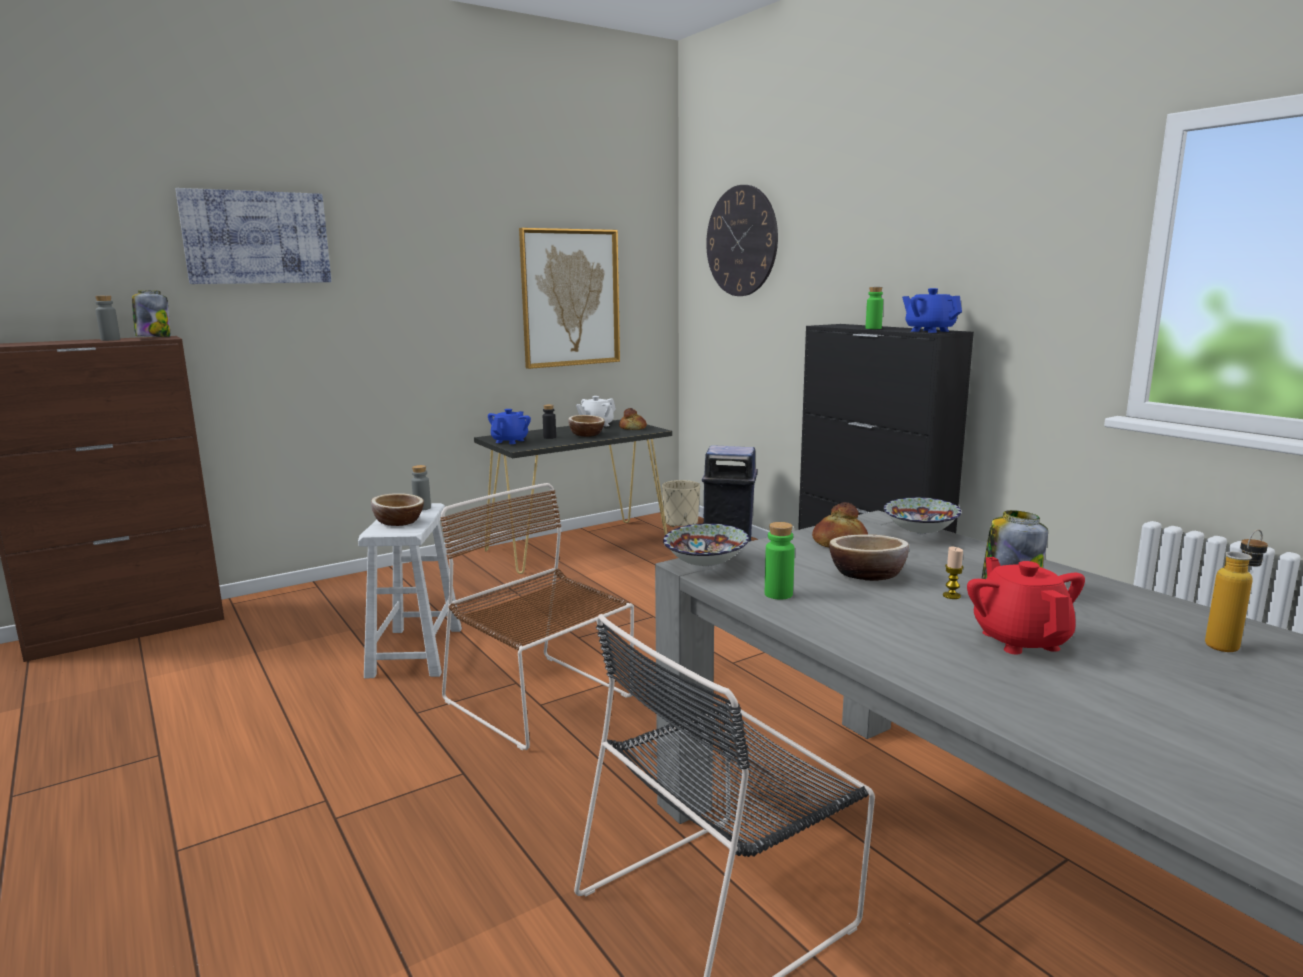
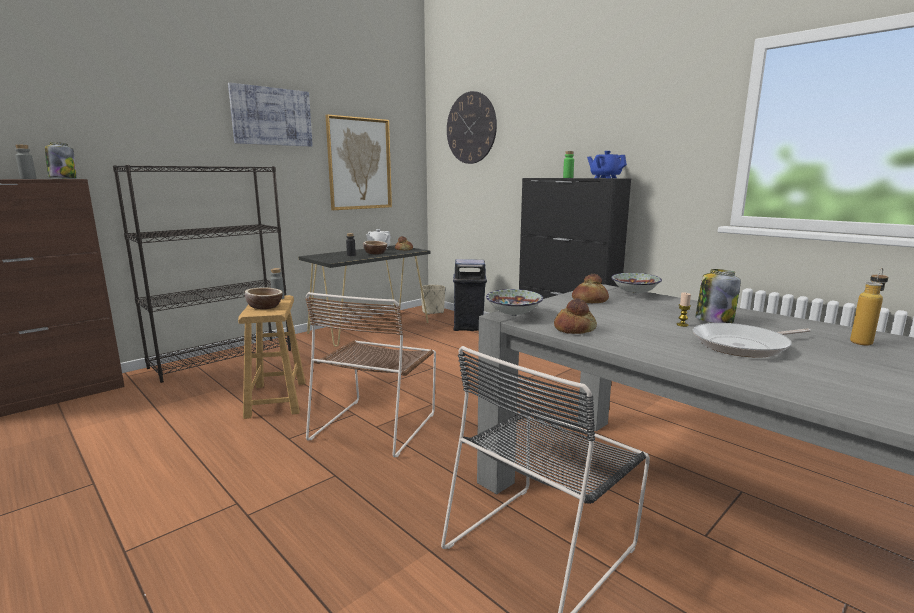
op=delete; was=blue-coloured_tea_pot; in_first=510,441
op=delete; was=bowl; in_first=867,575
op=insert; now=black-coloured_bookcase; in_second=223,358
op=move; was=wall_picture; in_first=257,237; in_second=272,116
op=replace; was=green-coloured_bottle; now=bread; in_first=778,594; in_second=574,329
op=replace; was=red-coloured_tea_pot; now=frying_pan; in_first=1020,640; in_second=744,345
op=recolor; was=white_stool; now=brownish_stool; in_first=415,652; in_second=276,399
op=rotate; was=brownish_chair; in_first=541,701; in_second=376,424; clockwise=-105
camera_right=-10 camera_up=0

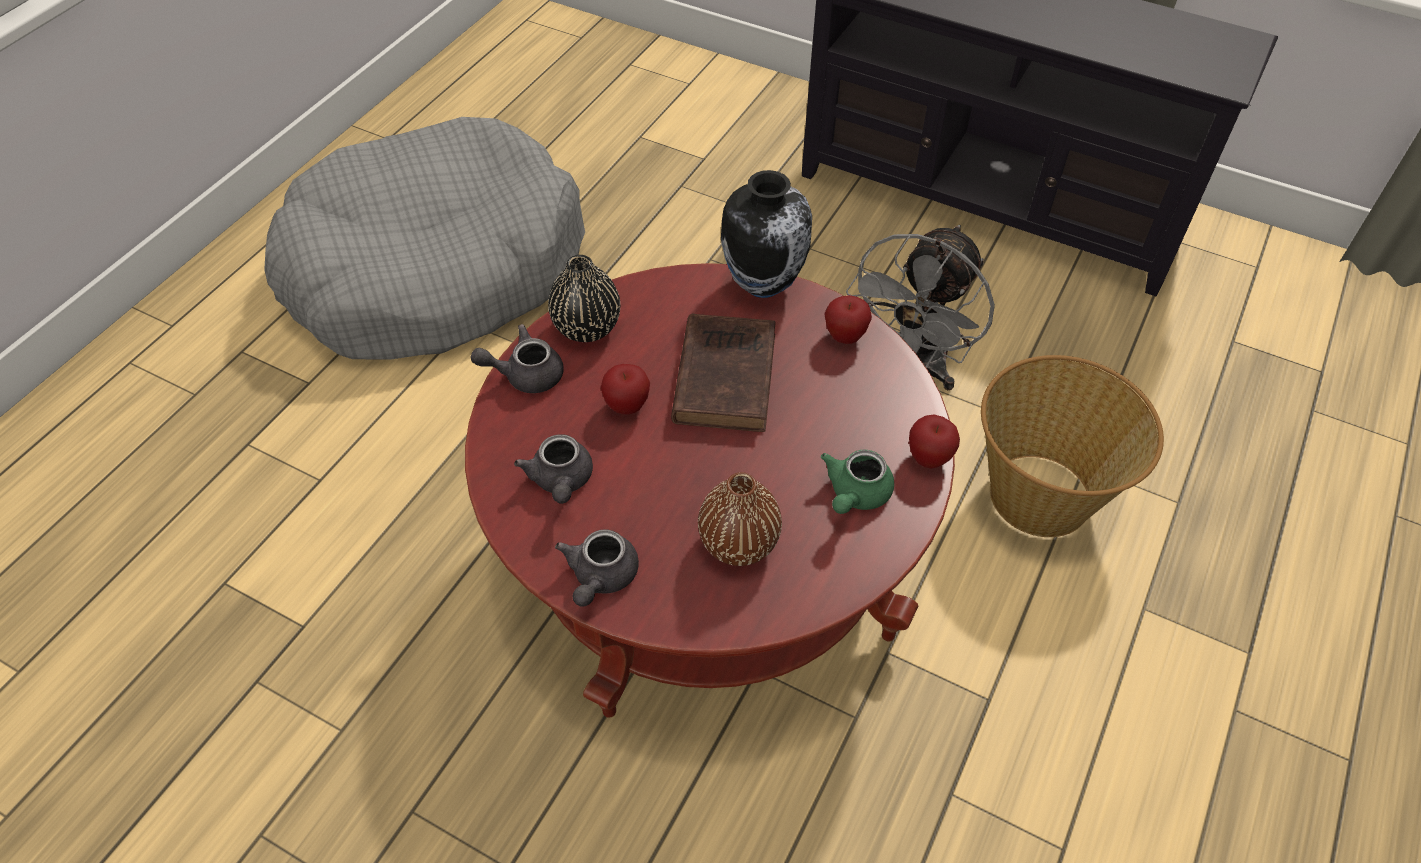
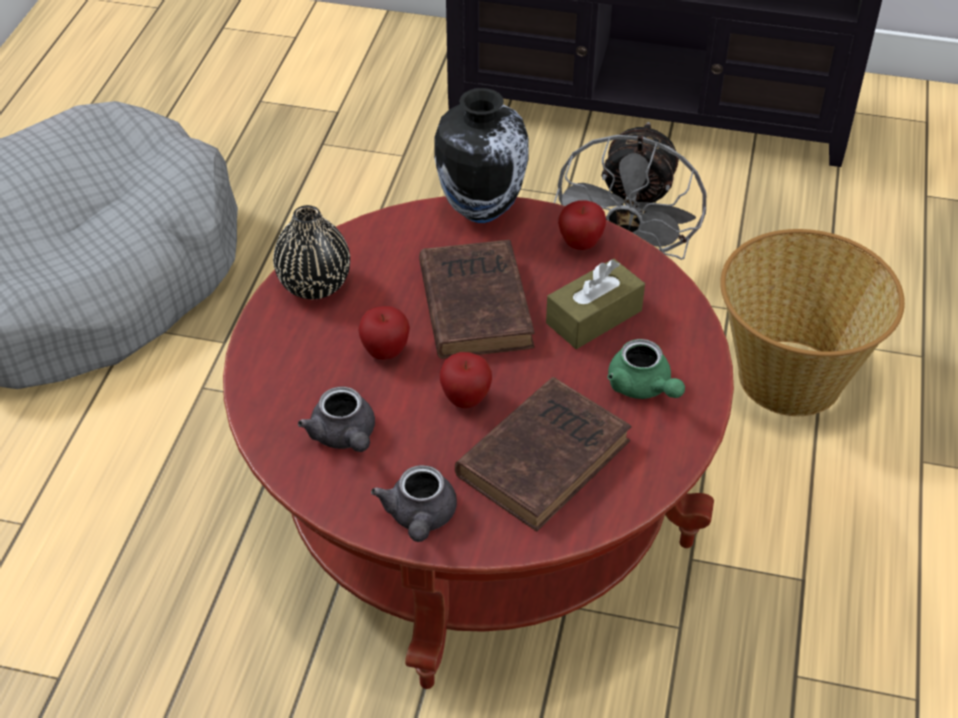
op=delete; was=greyish_tea_pot; in_first=525,375
op=insert; now=brownish_tissue_holder; in_second=594,317
op=move; was=whole_apple; in_first=928,458; in_second=466,399
op=replace; was=brownish_vase; now=brownish_volume; in_first=739,543; in_second=546,456
op=rotate; was=green-coloured_tea_pot; in_first=855,494; in_second=643,387; clockwise=-45
camera_right=-15 camera_up=-5

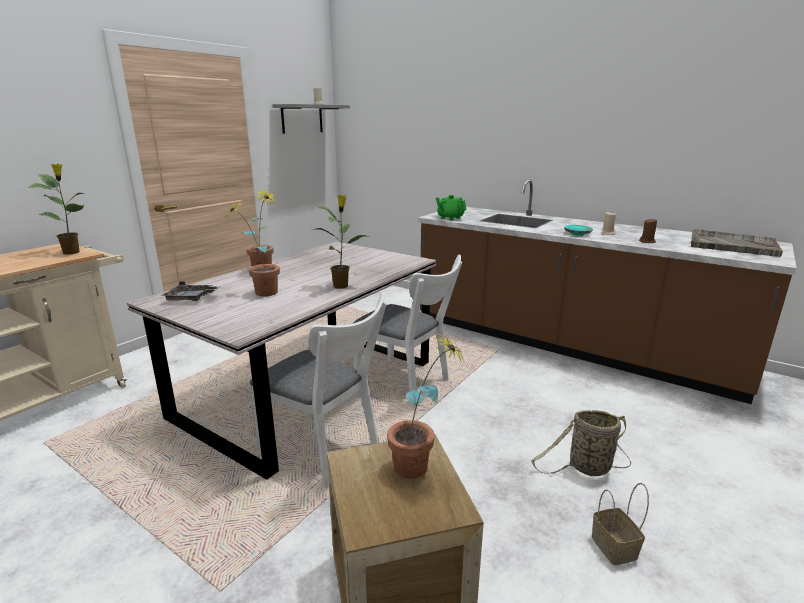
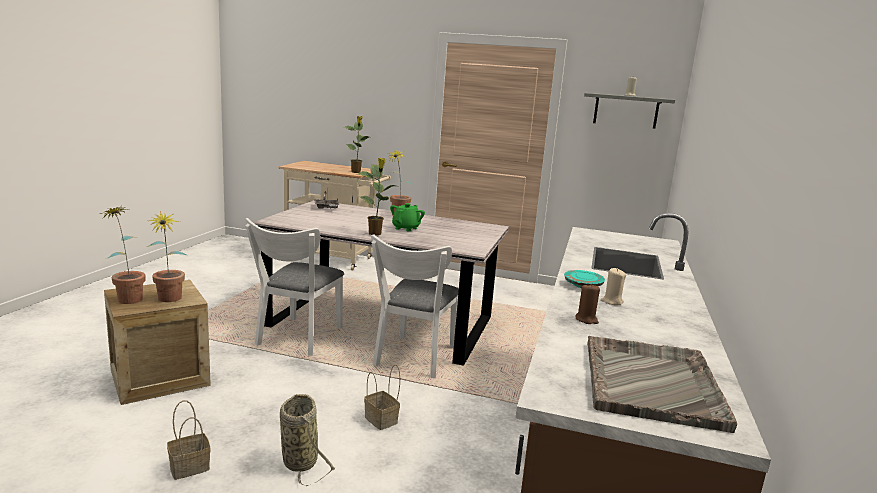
op=insert; now=basket; in_second=382,420
op=move; was=potted_plant; in_first=259,293; in_second=127,297
op=move; was=green-coloured_tea_pot; in_first=450,218; in_second=406,228
camera_right=70 camera_up=-5

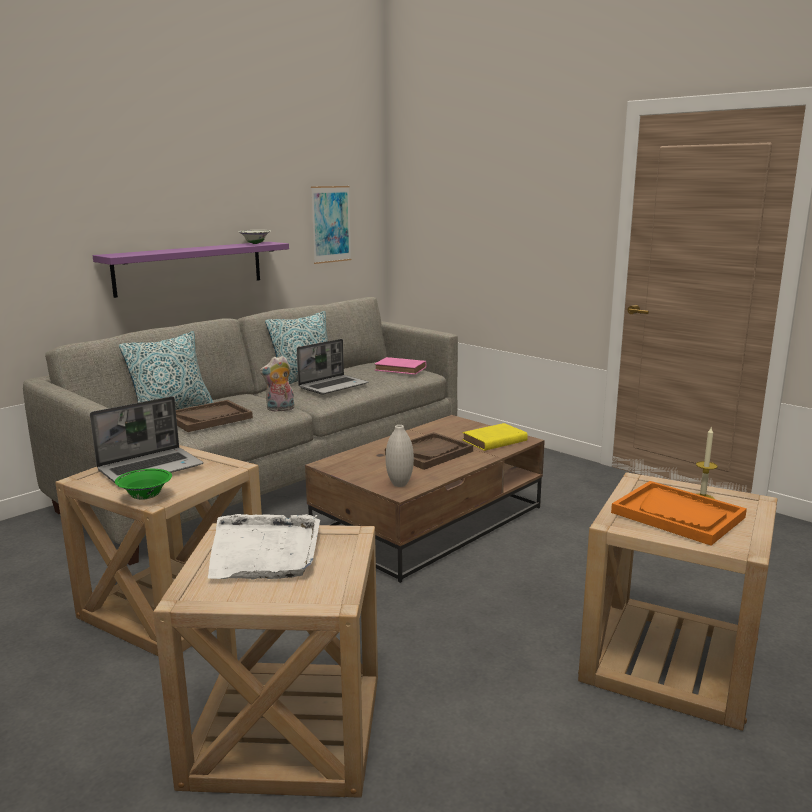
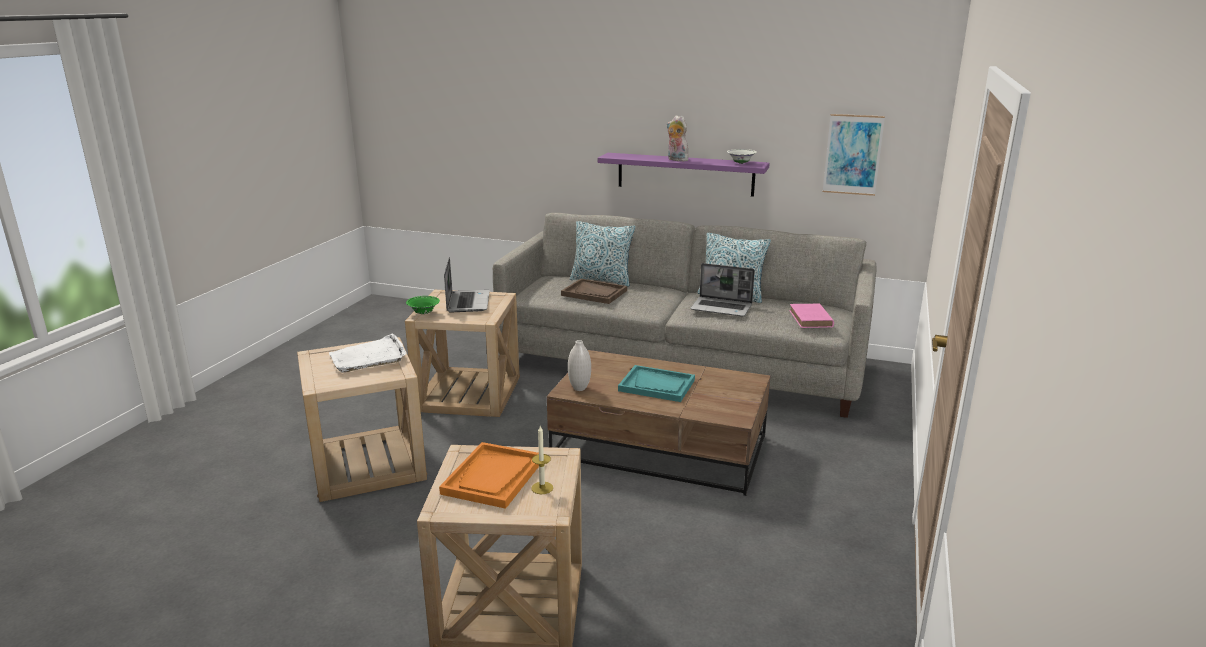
op=delete; was=yellow-coloured_volume; in_first=493,441
op=move; was=soft_toy; in_first=280,409; in_second=676,160
op=recolor; was=brownish_serving_tray; now=turquoise_serving_tray; in_first=429,453; in_second=657,385
op=rotate; was=notebook_computer; in_first=151,468; in_second=467,302; clockwise=-120
camera_right=65 camera_up=5

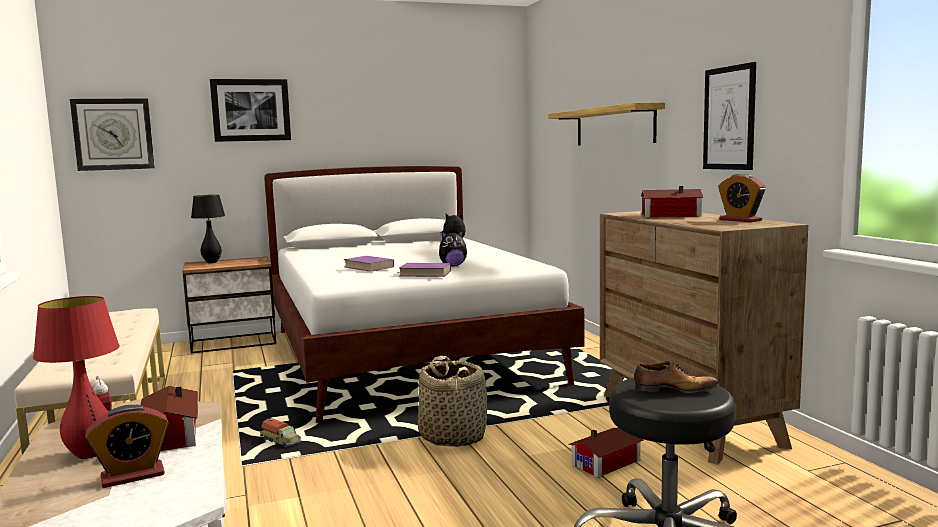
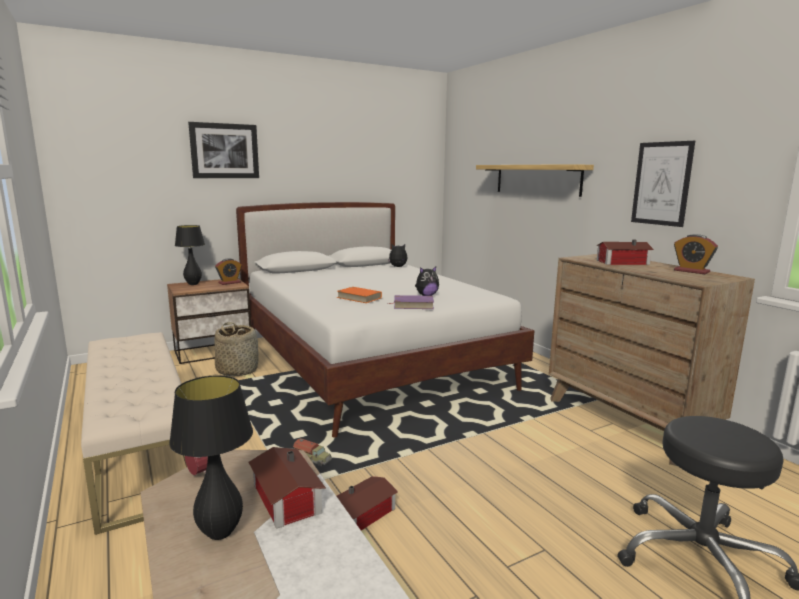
op=delete; was=clock_on_the_wall; in_first=113,134
op=delete; was=item_of_footwear; in_first=673,390
op=move; was=bedside_clock; in_first=132,476; in_second=229,283
op=move; was=basket; in_first=453,436; in_second=237,370
op=move; was=toy_house; in_first=608,462; in_second=365,514
op=recolor; was=red-coloured_tabletop_lamp; now=black-coloured_tabletop_lamp; in_first=89,454; in_second=220,533
op=recolor; was=purple-coloured_volume; now=orangey_volume; in_first=369,267; in_second=359,297
camera_right=-10 camera_up=5

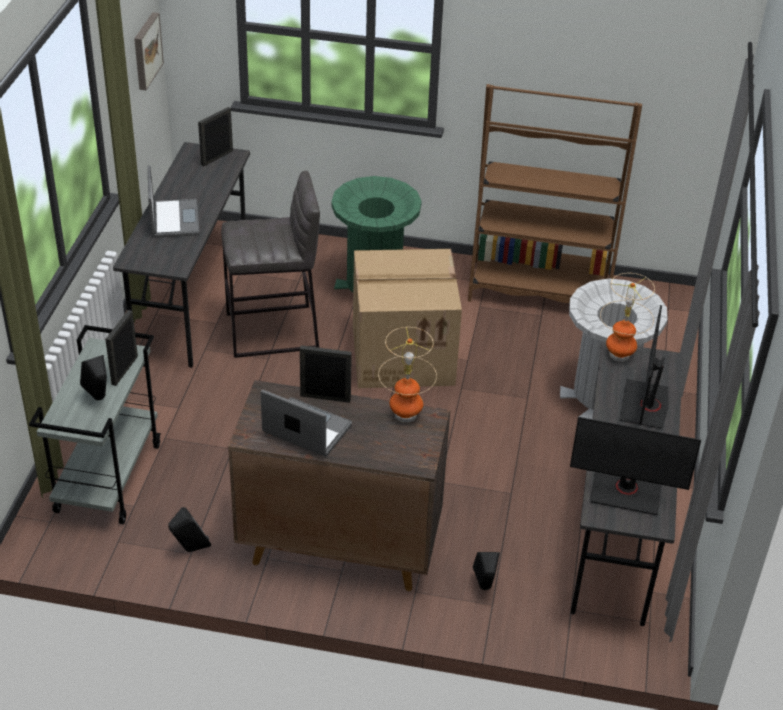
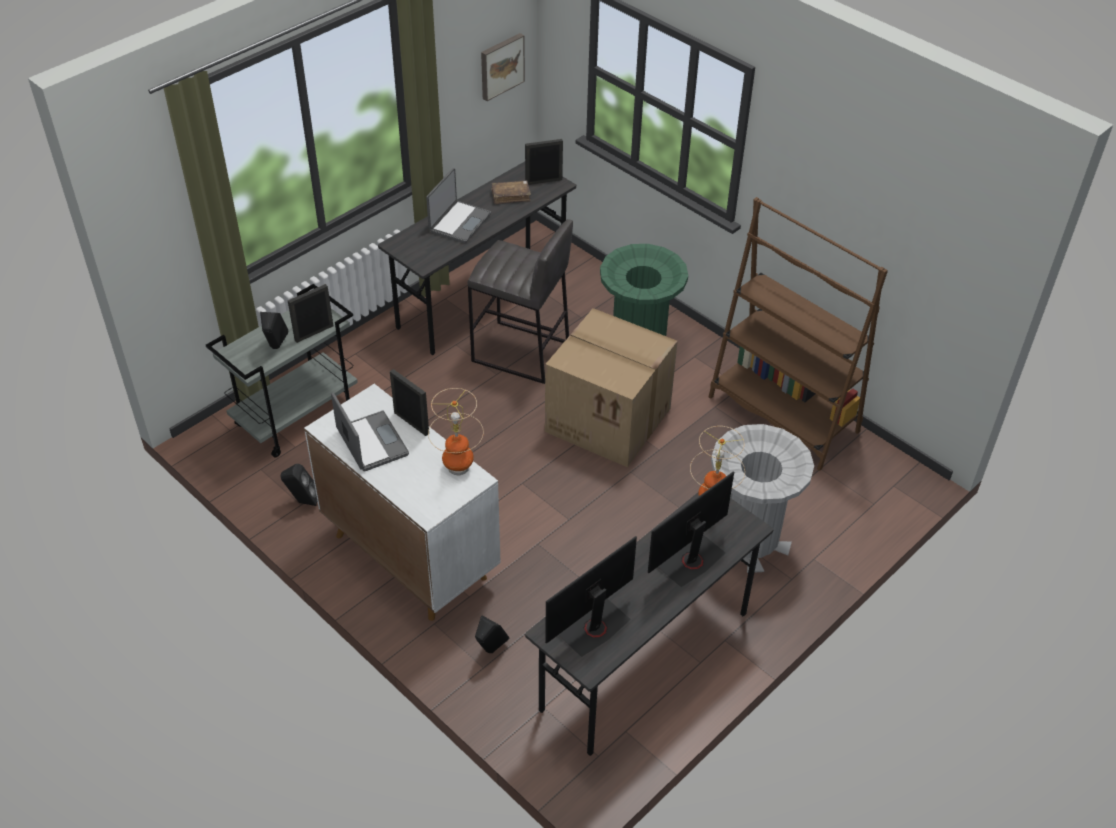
op=insert; now=brownish_volume; in_second=510,196
op=recolor; was=brownish_cupboard; now=white_cupboard; in_first=338,547; in_second=409,556
op=rotate; was=monitor; in_first=626,492; in_second=591,626; clockwise=90
camera_right=35 camera_up=5

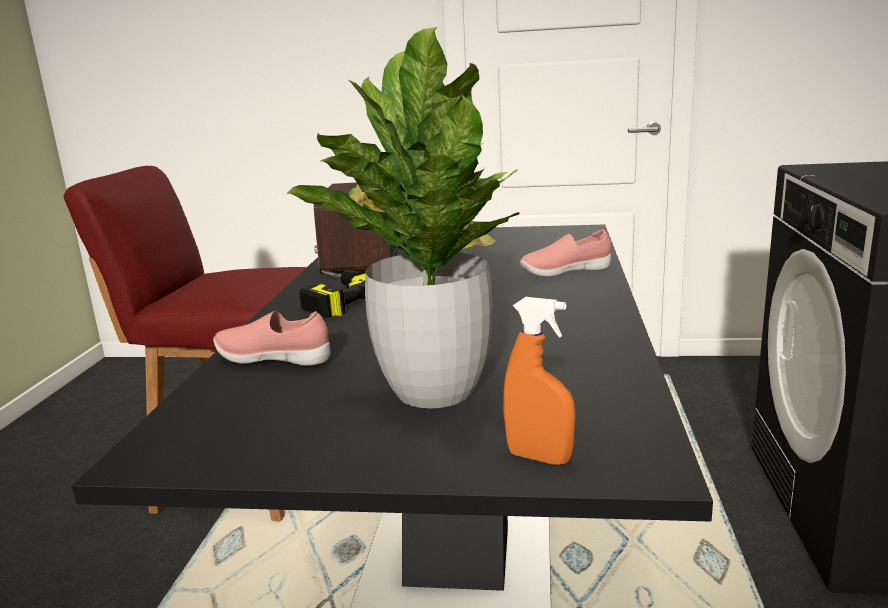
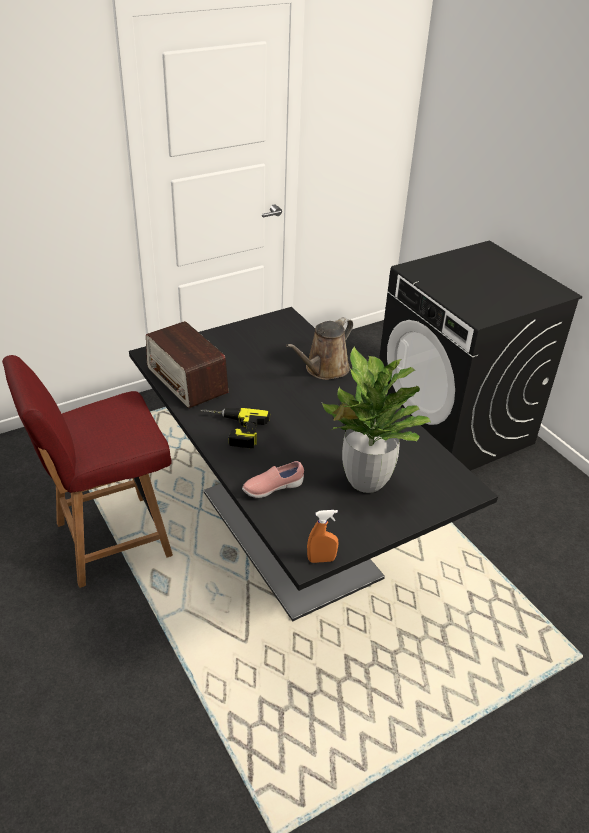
op=move; was=orangey_spray_bottle; in_first=539,457; in_second=321,559
op=replace; was=pink_item_of_footwear; now=brownish_watering_can; in_first=565,272; in_second=324,369
camera_right=-40 camera_up=20

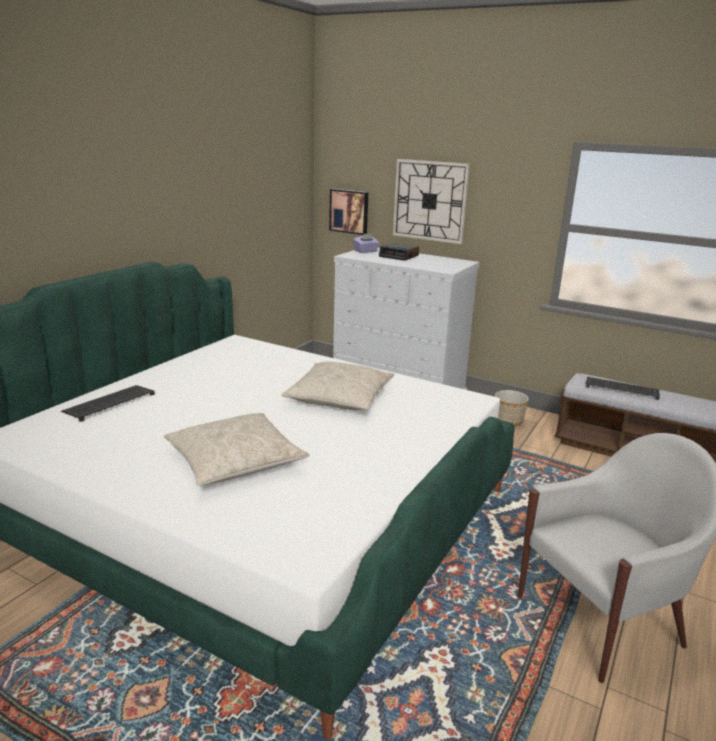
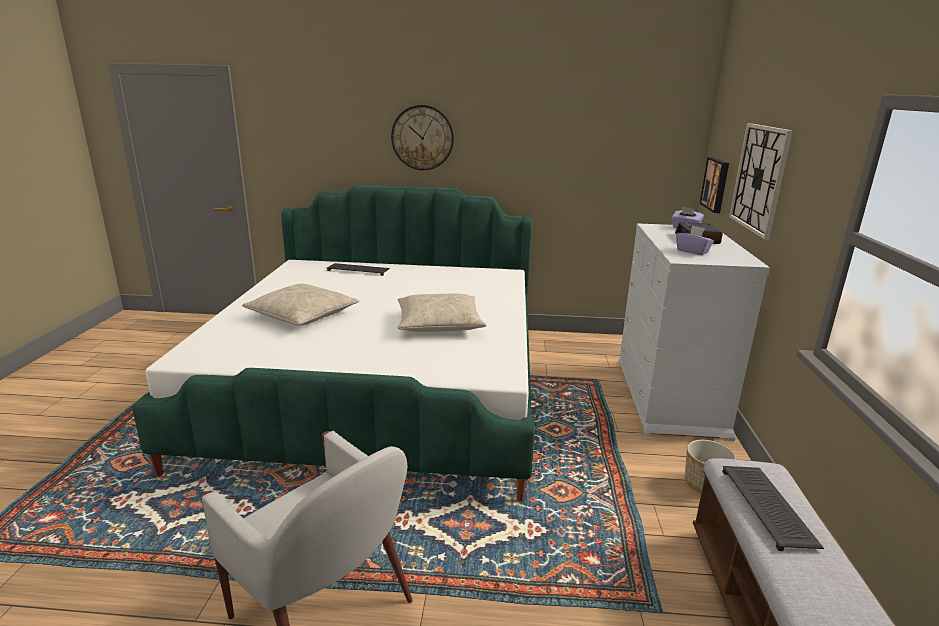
op=insert; now=clock_on_the_wall; in_second=422,138
op=insert; now=purple-coloured_tissue_holder; in_second=692,251
camera_right=65 camera_up=0

